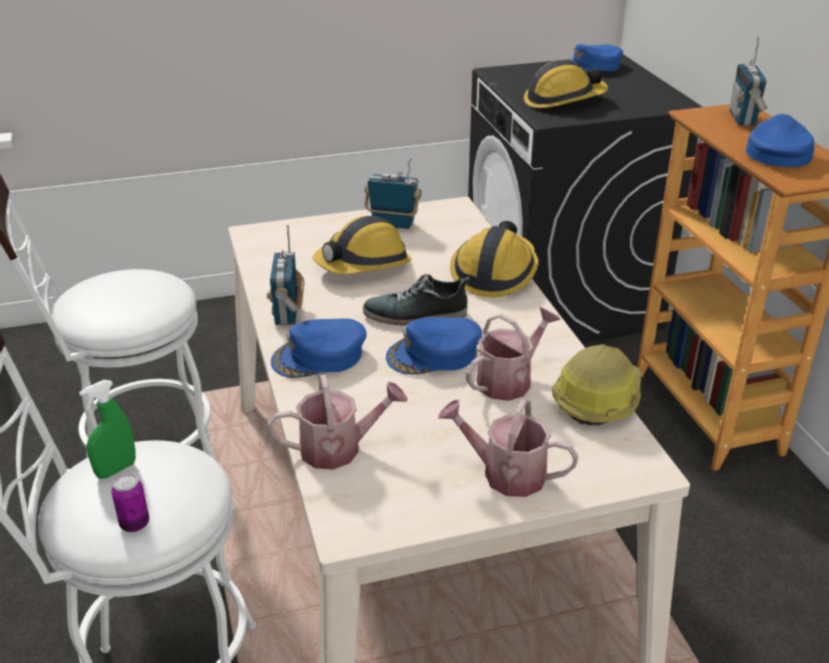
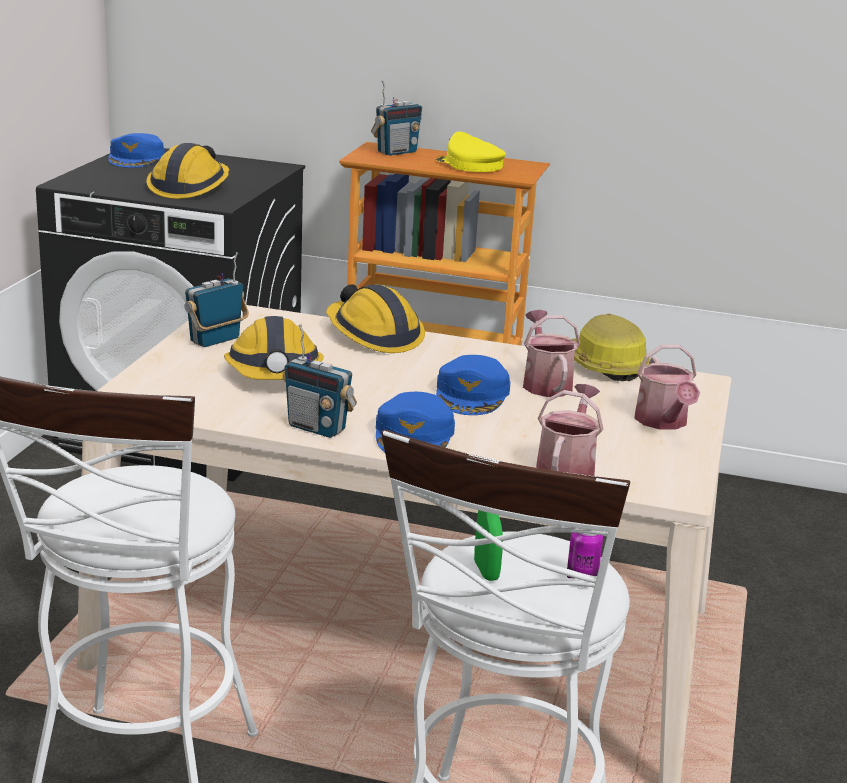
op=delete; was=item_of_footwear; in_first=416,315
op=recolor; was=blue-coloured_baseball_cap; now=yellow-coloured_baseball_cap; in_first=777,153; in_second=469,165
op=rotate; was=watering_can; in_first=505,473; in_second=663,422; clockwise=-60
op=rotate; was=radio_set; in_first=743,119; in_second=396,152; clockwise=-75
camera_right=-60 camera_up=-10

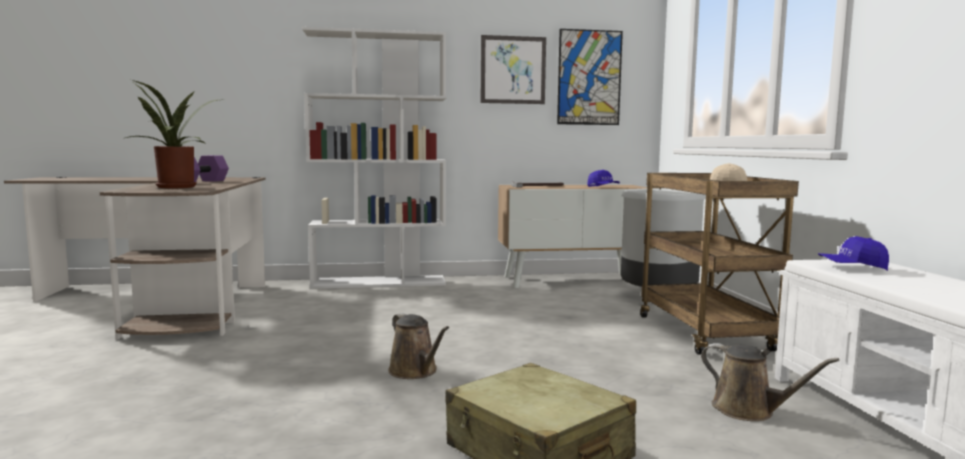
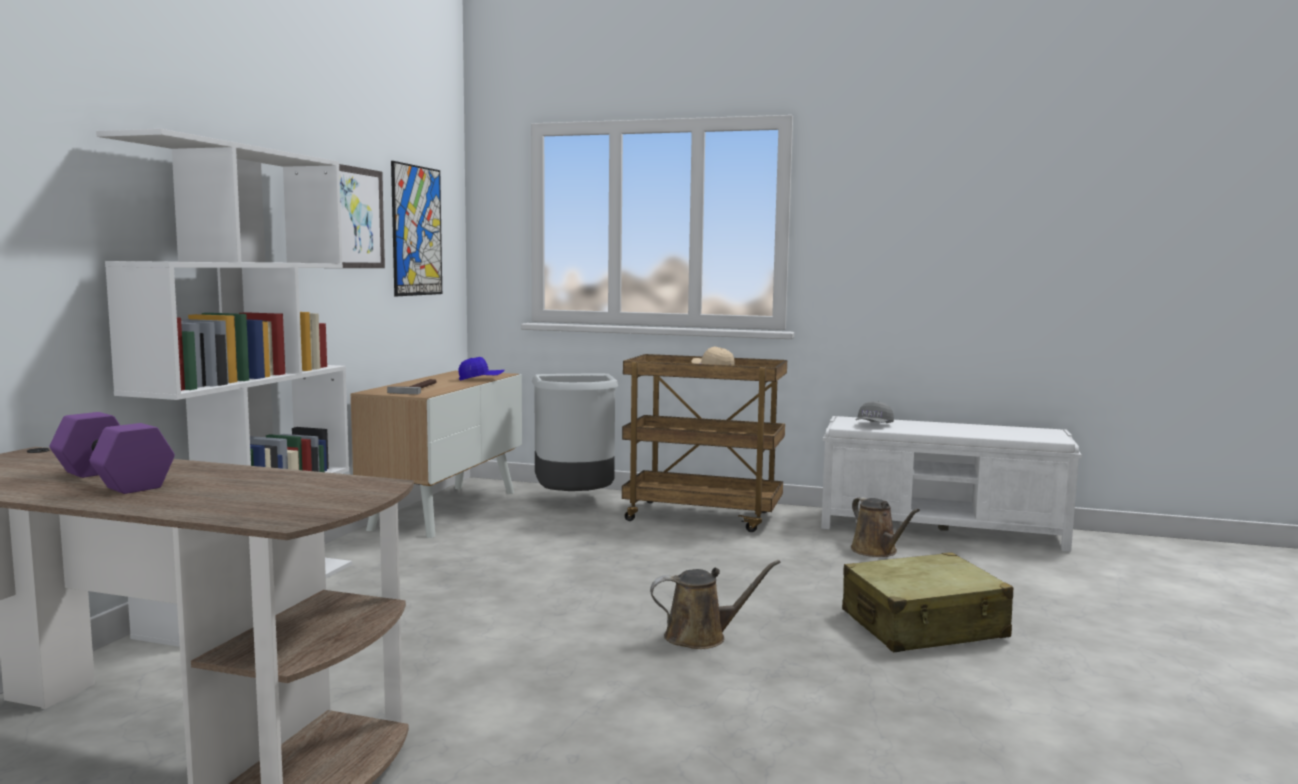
op=delete; was=potted_plant; in_first=177,187
op=recolor; was=blue-coloured_baseball_cap; now=greyish_baseball_cap; in_first=852,268; in_second=873,425
op=rotate; was=brownish_watering_can; in_first=749,410; in_second=877,551; clockwise=90
camera_right=-65 camera_up=0

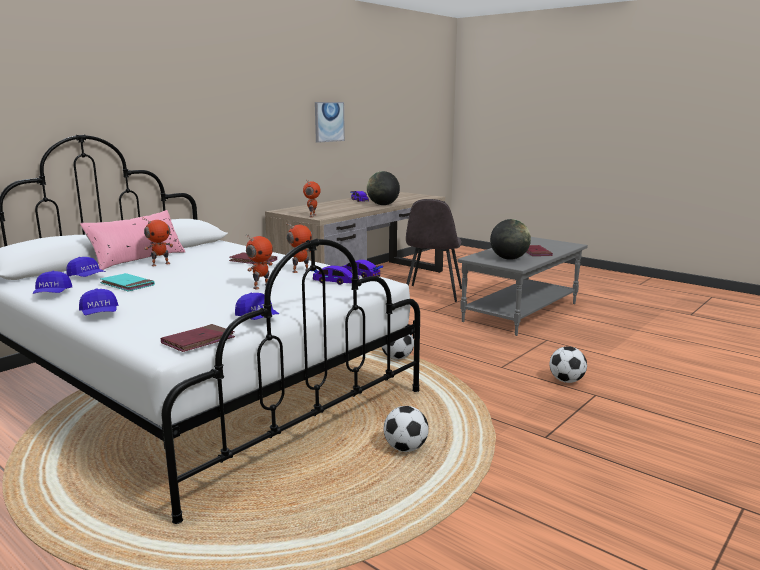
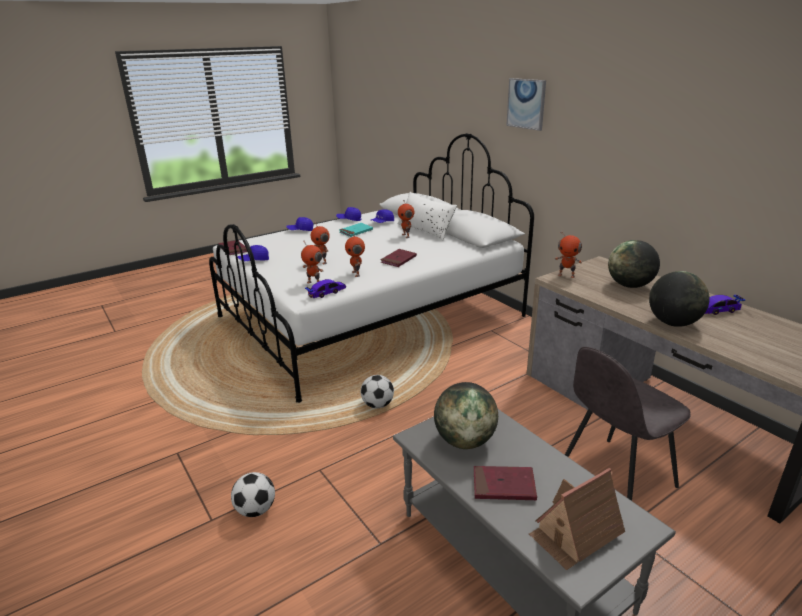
op=delete; was=ball_for_football; in_first=405,448
op=insert; now=toy_house; in_second=575,534
op=insert; now=world_globe; in_second=629,286
op=move; was=wall_picture; in_first=329,122; in_second=526,103
op=replace; was=toy_car; now=model_robot; in_first=335,281; in_second=314,283
op=recolor; was=pink_cushion; now=white_cushion; in_first=138,259; in_second=425,230
op=rotate; was=greyish_chair; in_first=432,294; in_second=614,477; clockwise=-60
camera_right=105 camera_up=10

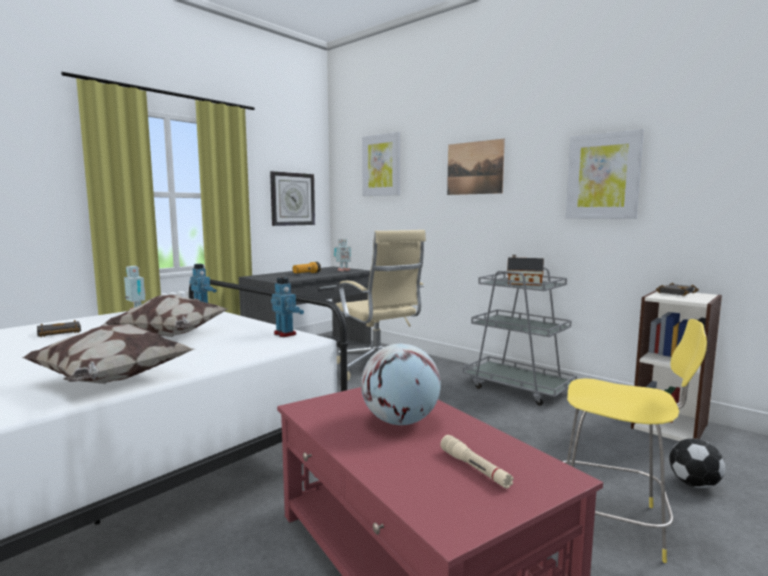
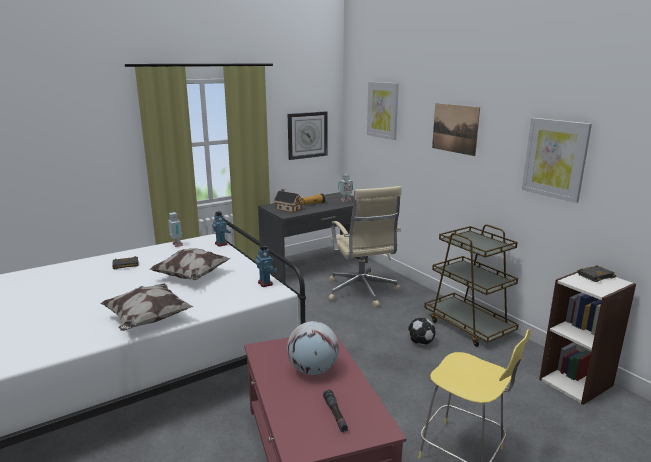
op=move; was=toy_house; in_first=523,283; in_second=288,209
op=move; was=ball_for_football; in_first=693,484; in_second=420,343
op=recolor; was=beige_hand_torch; now=black-coloured_hand_torch; in_first=475,468; in_second=335,415
op=recolor; was=greyish_wheeled_cart; now=brownish_wheeled_cart; in_first=518,388; in_second=468,326
camera_right=15 camera_up=10

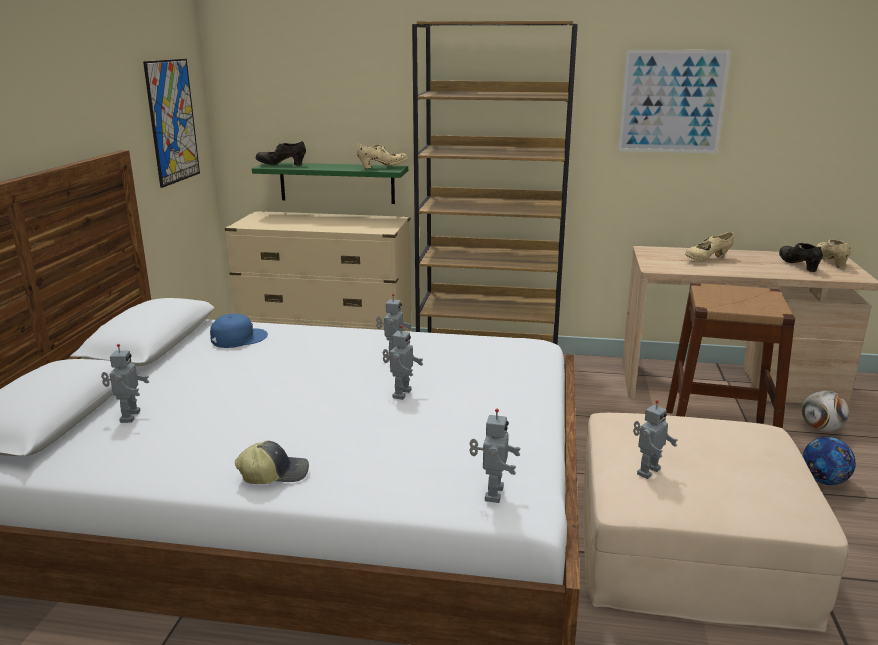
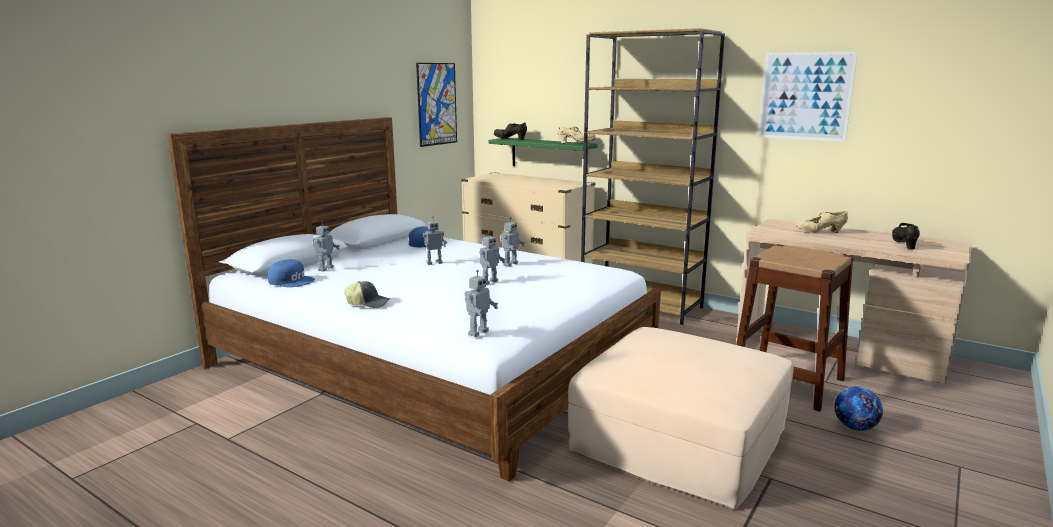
op=delete; was=ball_for_football; in_first=821,429
op=delete; was=beige_item_of_footwear; in_first=830,262
op=insert; now=blue-coloured_baseball_cap; in_second=291,280
op=move; was=model_robot; in_first=647,471; in_second=434,263
camera_right=25 camera_up=-5

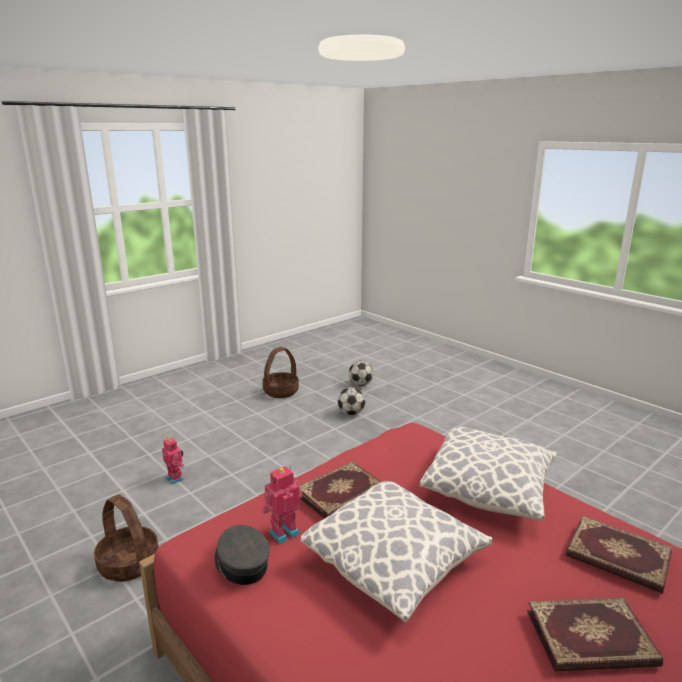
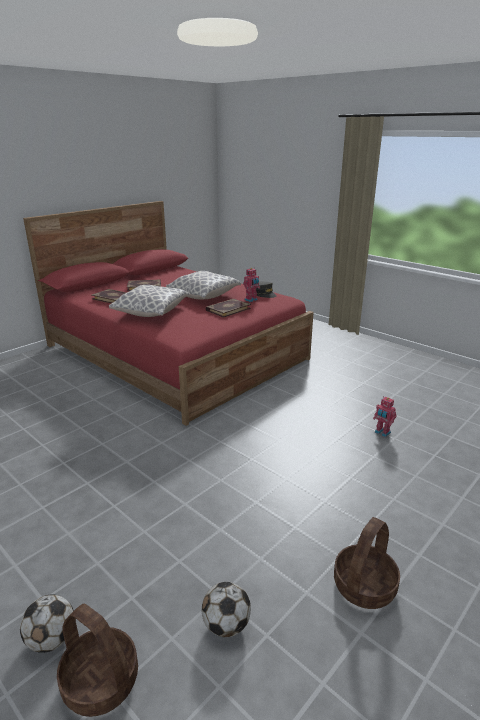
op=move; was=basket; in_first=129,563; in_second=100,681
op=move; was=ball_for_football; in_first=351,413; in_second=52,639
camera_right=175 camera_up=5

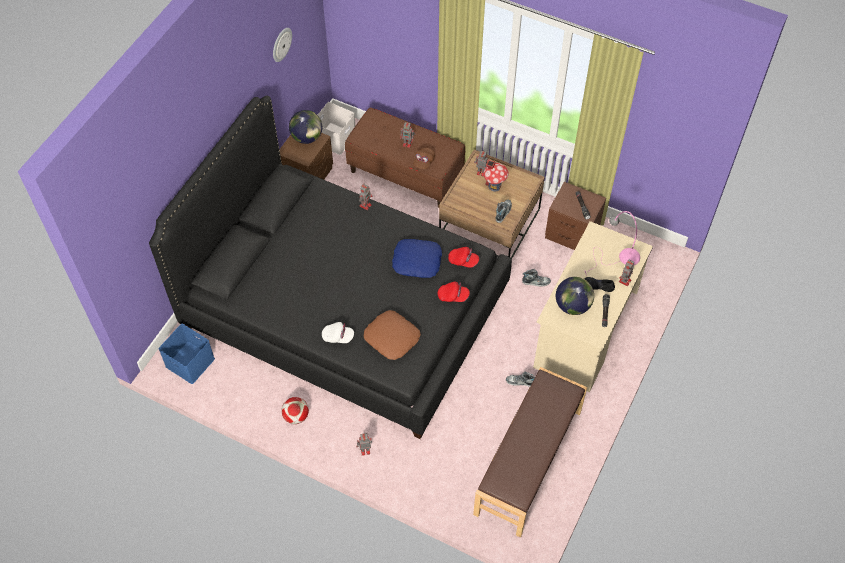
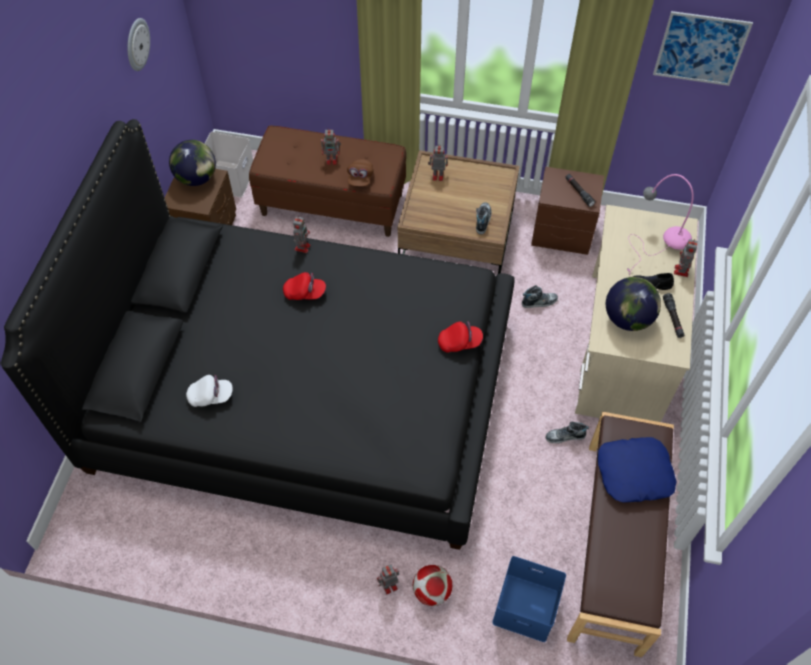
op=delete; was=brownish_cushion; in_first=392,337
op=delete; was=toy_house; in_first=494,186
op=insert; now=wall_picture; in_second=701,48
op=move; was=blue-coloured_storage_bin; in_first=189,362; in_second=524,608
op=move; was=ball_for_football; in_first=296,416; in_second=431,591
op=move; was=white_baseball_cap; in_first=338,337; in_second=211,396
op=move; was=blue-coloured_cushion; in_first=417,261; in_second=634,472
op=move; was=red-coloured_baseball_cap; in_first=463,261; in_second=305,293
camera_right=-15 camera_up=0

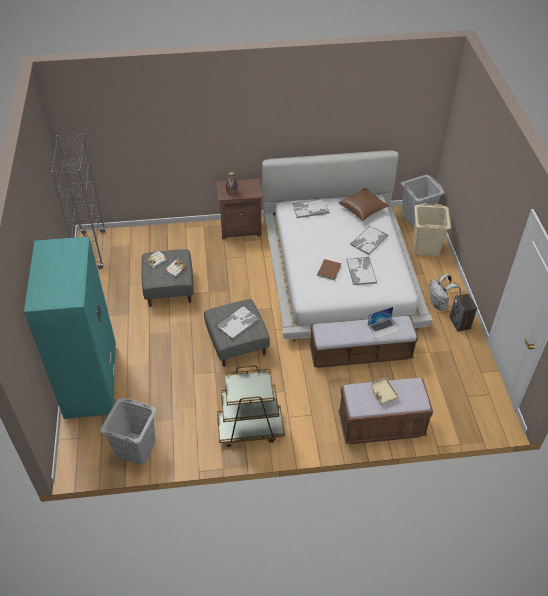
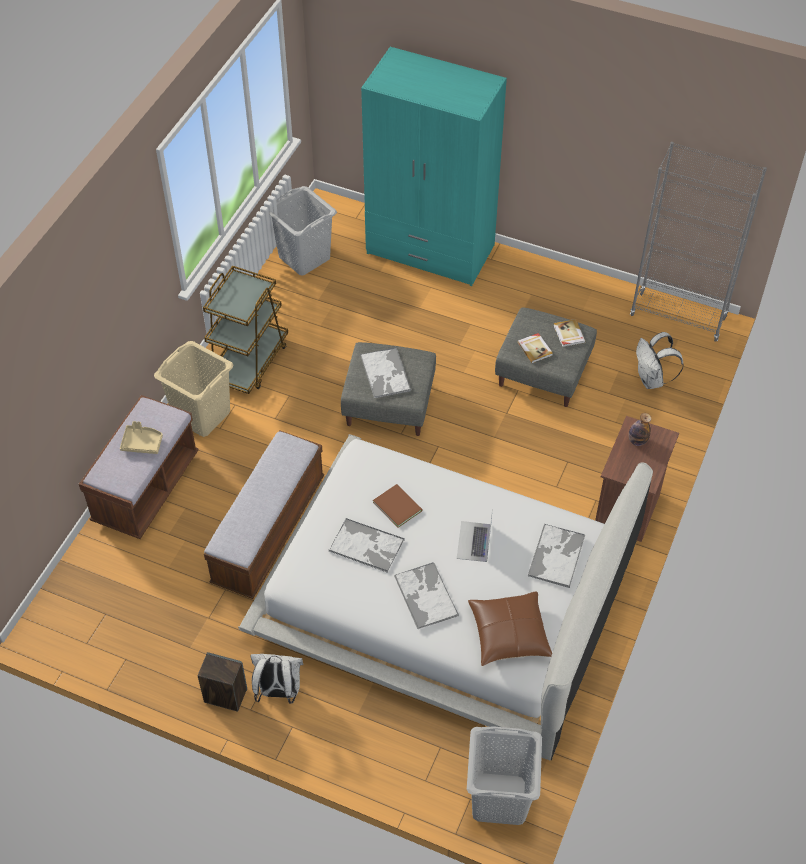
op=insert; now=white_knapsack; in_second=652,380
op=move; was=notebook_computer; in_first=383,327; in_second=474,541
op=move; was=beige_washing_basket; in_first=426,247; in_second=202,416
camera_right=120 camera_up=5

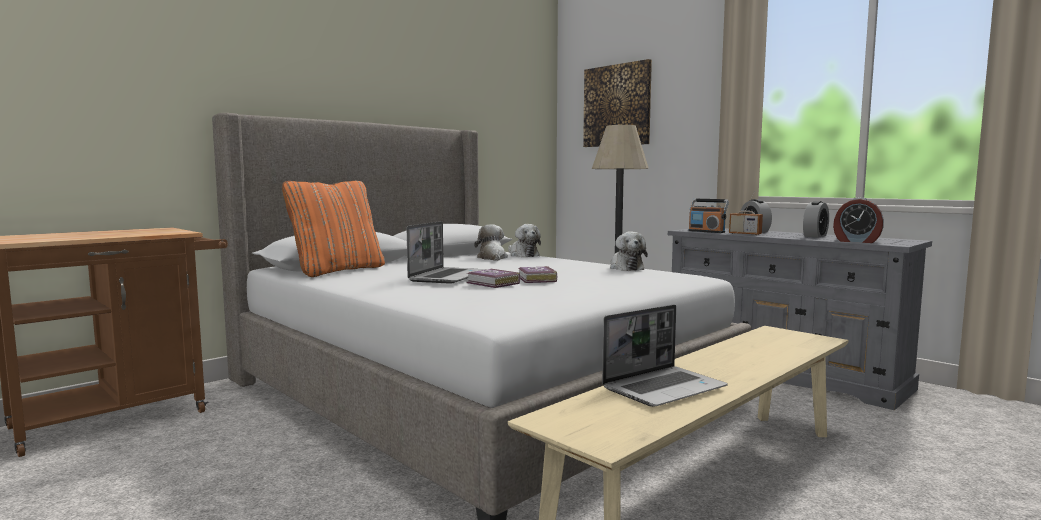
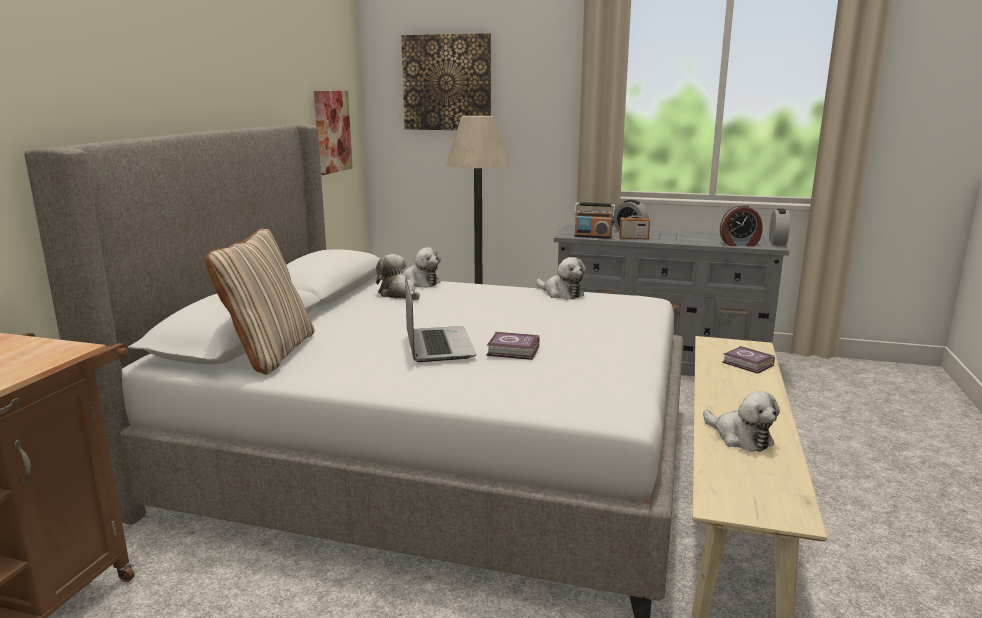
op=insert; now=wall_picture; in_second=332,131
op=move; was=volume; in_first=536,279; in_second=748,364
op=move; was=bedside_clock; in_first=815,236; in_second=777,242
op=replace; was=notebook_computer; now=soft_toy; in_first=664,388; in_second=740,437
op=recolor; was=orangey_cushion; now=beige_cushion; in_first=337,270; in_second=270,353
camera_right=-30 camera_up=10

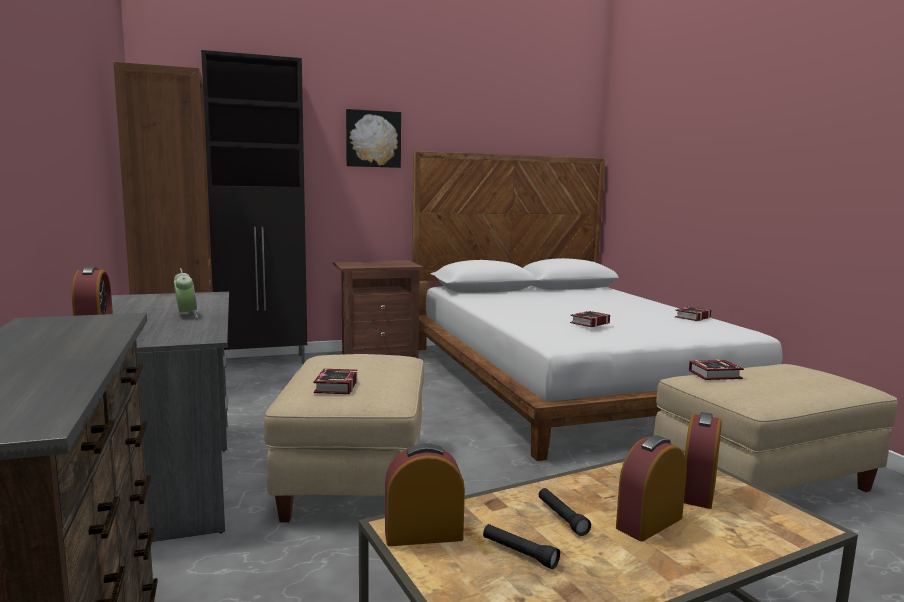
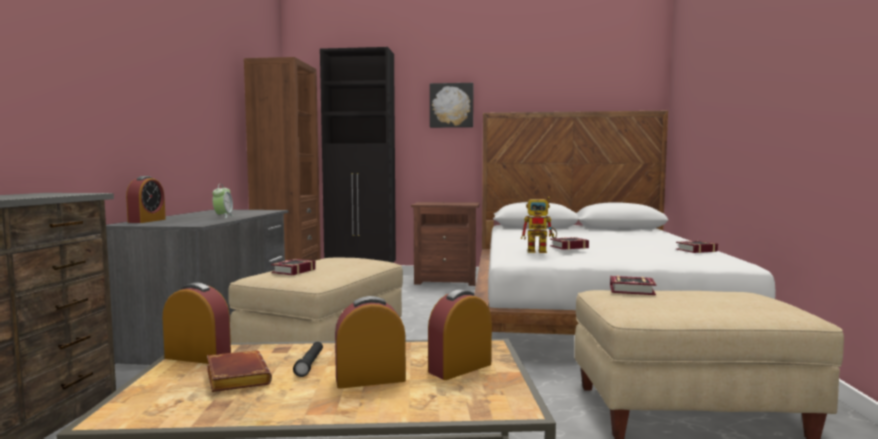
op=insert; now=model_robot; in_second=541,251
op=replace; was=black-coloured_hand_torch; now=brownish_volume; in_first=519,553; in_second=235,377
camera_right=25 camera_up=-5

